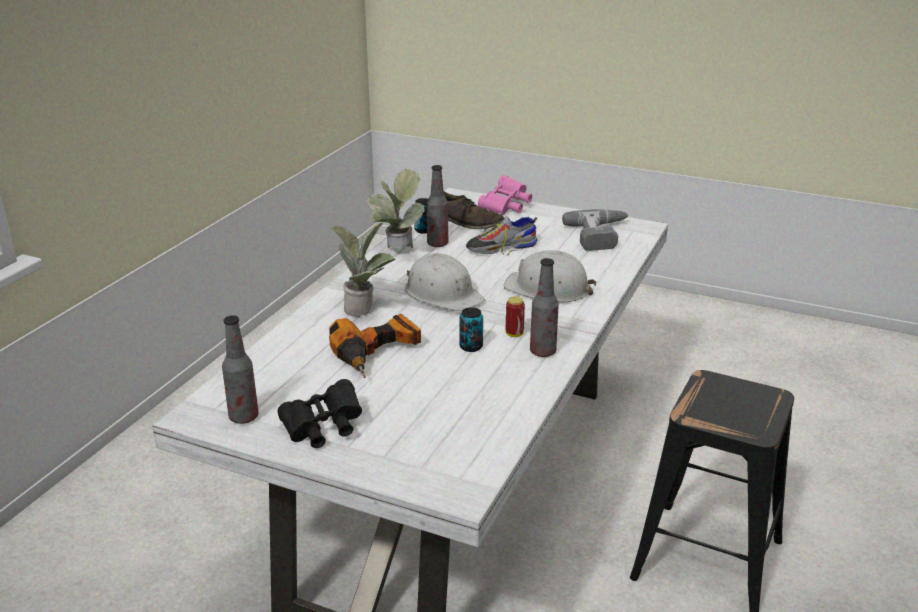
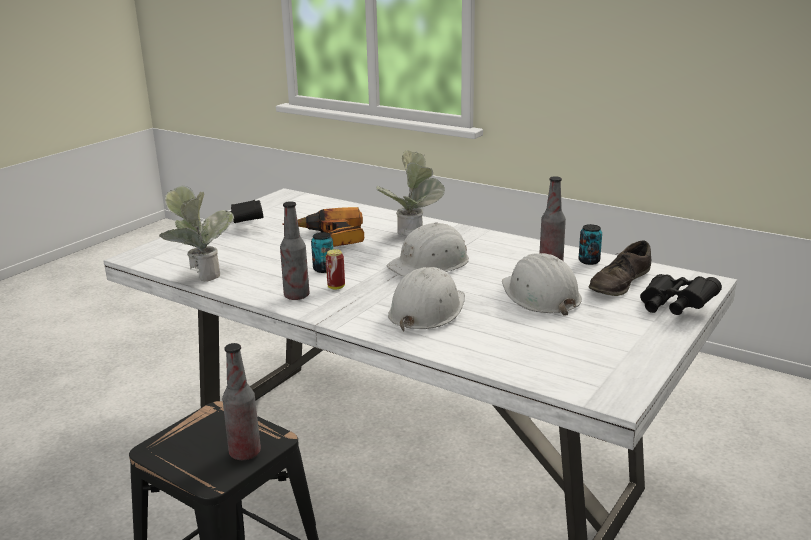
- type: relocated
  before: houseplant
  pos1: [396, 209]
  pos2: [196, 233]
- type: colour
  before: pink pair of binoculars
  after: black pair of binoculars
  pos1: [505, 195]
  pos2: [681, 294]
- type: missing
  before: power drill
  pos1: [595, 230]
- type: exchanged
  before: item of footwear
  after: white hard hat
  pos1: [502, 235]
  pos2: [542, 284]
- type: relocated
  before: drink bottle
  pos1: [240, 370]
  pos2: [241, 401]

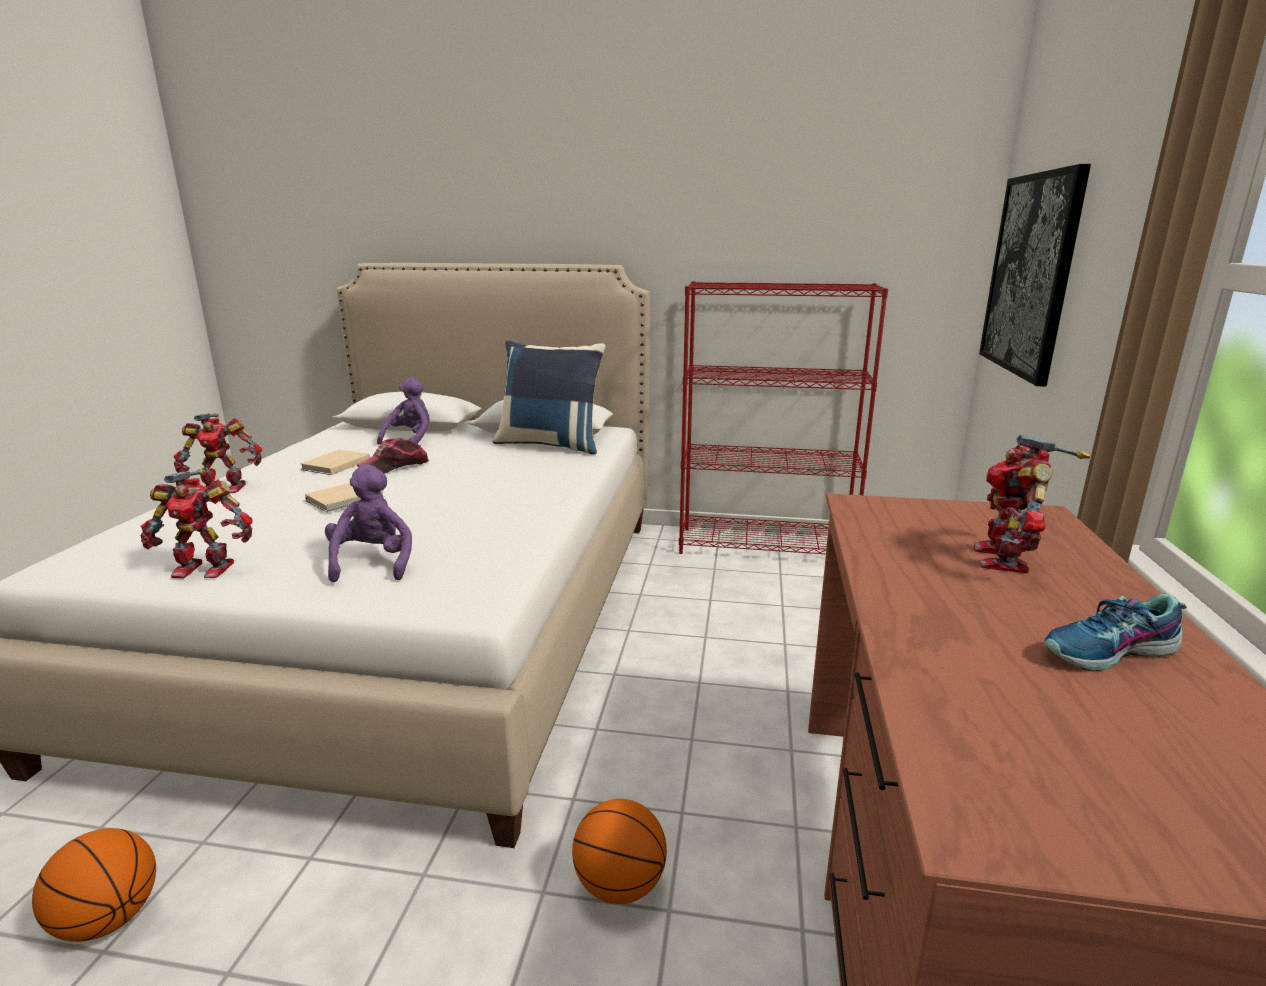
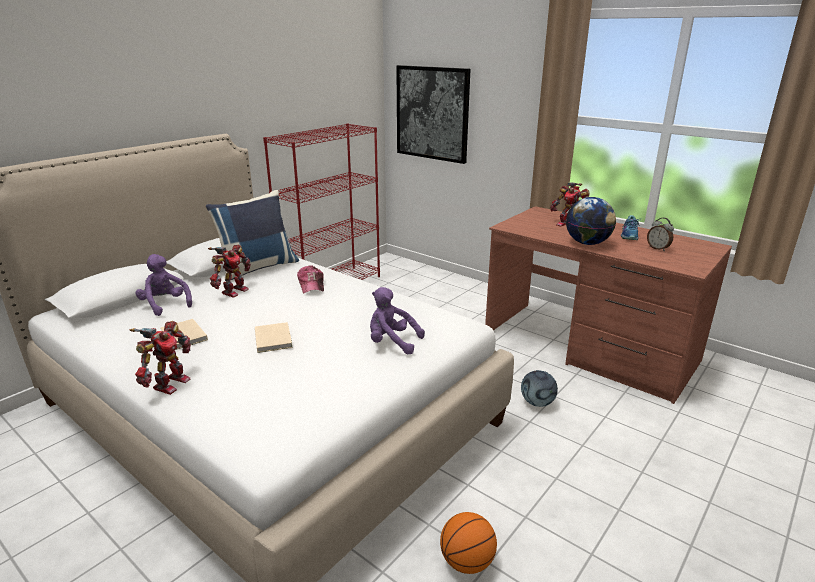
- type: relocated
  before: peaked cap
  pos1: [393, 456]
  pos2: [310, 279]
- type: relocated
  before: robot figure
  pos1: [197, 523]
  pos2: [229, 271]
- type: exchanged
  before: basketball
  after: ball for football
  pos1: [619, 851]
  pos2: [539, 388]
- type: appeared
  after: globe
  pos2: [591, 221]
- type: appeared
  after: bedside clock
  pos2: [660, 234]

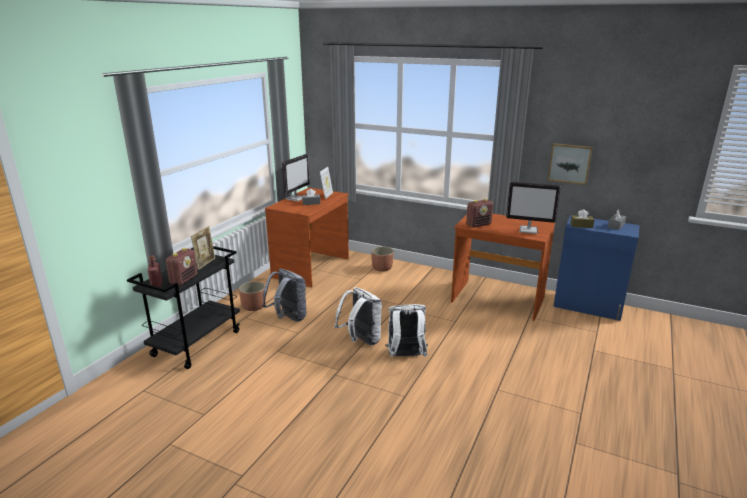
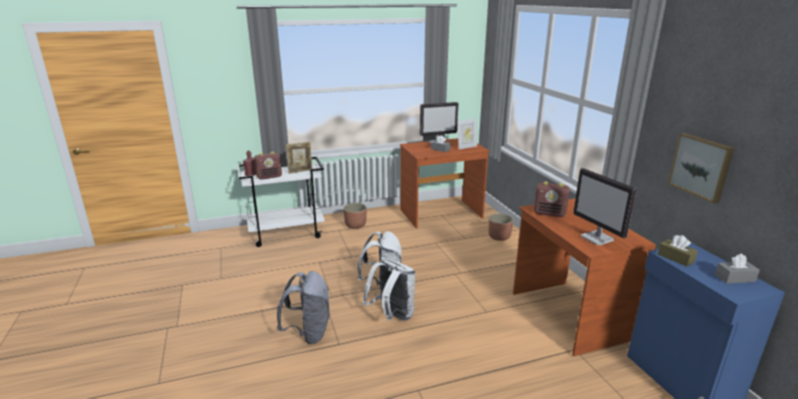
- type: colour
  before: black cart
  after: white cart
  pos1: [183, 307]
  pos2: [281, 202]
- type: relocated
  before: gray rucksack
  pos1: [284, 295]
  pos2: [303, 307]

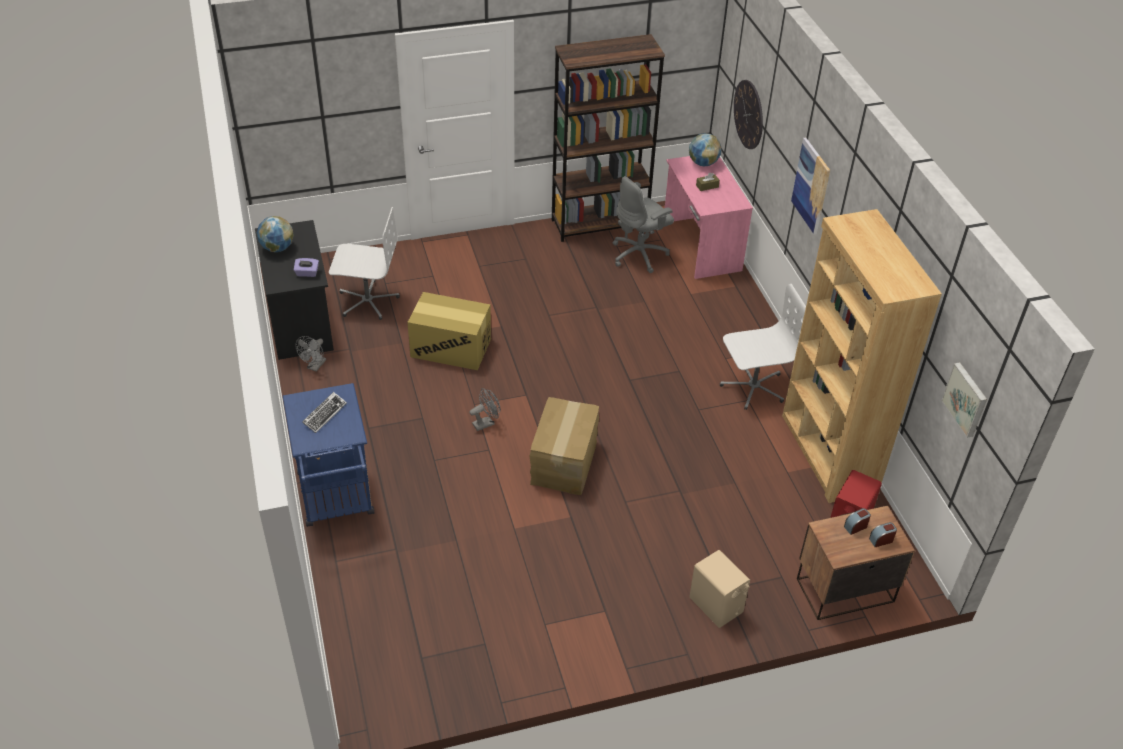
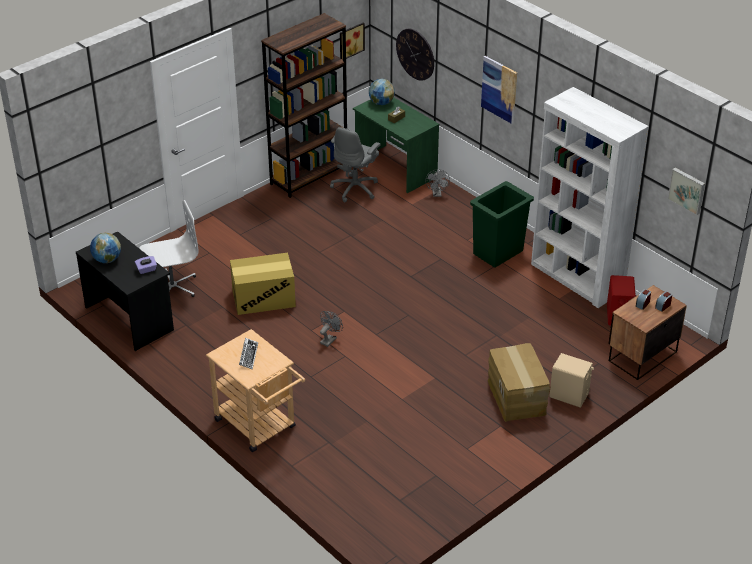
- type: colour
  before: pink desk table
  after: green desk table
  pos1: [709, 217]
  pos2: [396, 145]
- type: colour
  before: brown bookshelf
  after: white bookshelf
  pos1: [862, 356]
  pos2: [590, 197]
- type: exchanged
  before: white desk chair
  after: green waste bin
  pos1: [763, 347]
  pos2: [502, 224]
- type: relocated
  before: gray cooling fan
  pos1: [310, 354]
  pos2: [437, 183]
- type: colour
  before: bluish cart
  after: sand-coloured cart
  pos1: [328, 455]
  pos2: [255, 390]
- type: relocated
  before: packing box
  pos1: [564, 446]
  pos2: [519, 382]
- type: appeared
  after: picture
  pos2: [352, 40]

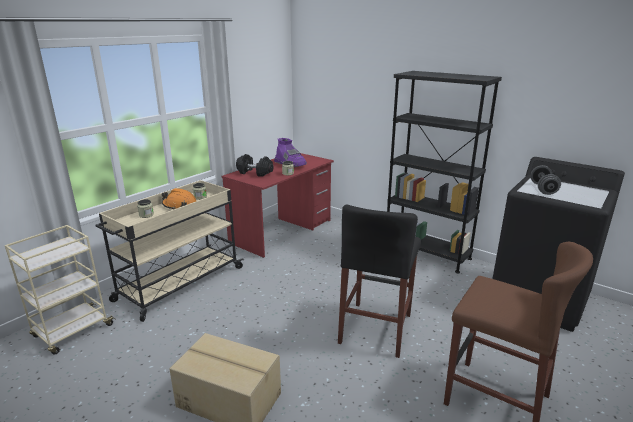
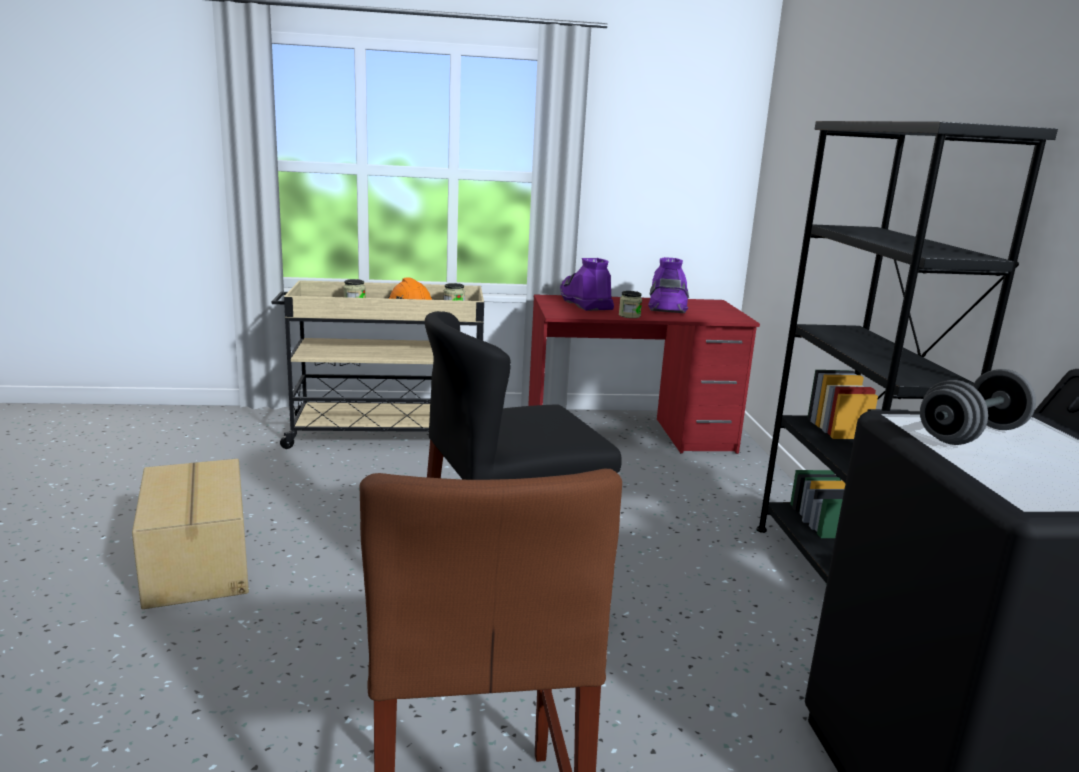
- type: exchanged
  before: black free weight
  after: purplish boot
  pos1: [255, 165]
  pos2: [587, 284]
- type: missing
  before: sand-coloured cart
  pos1: [60, 290]

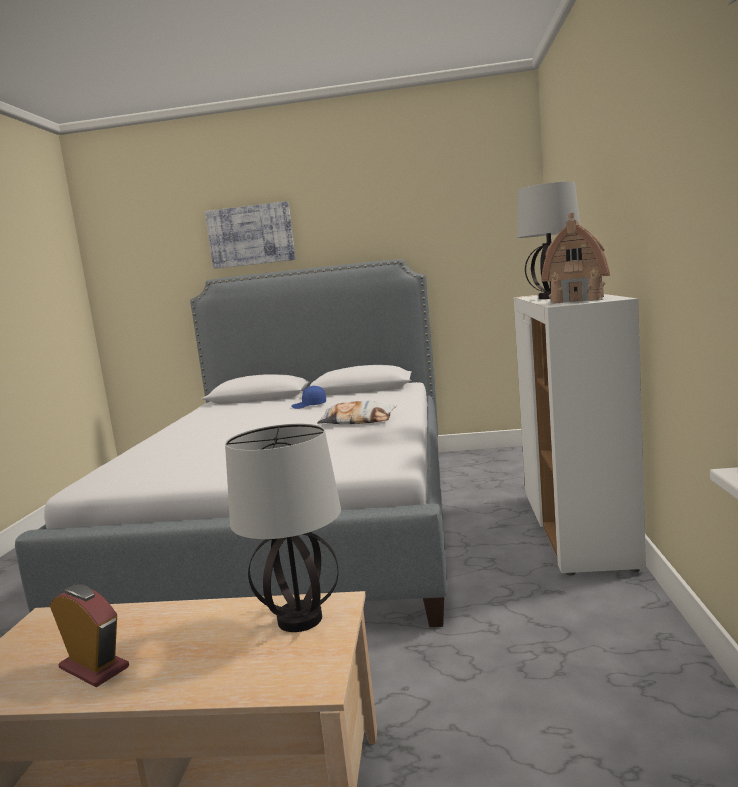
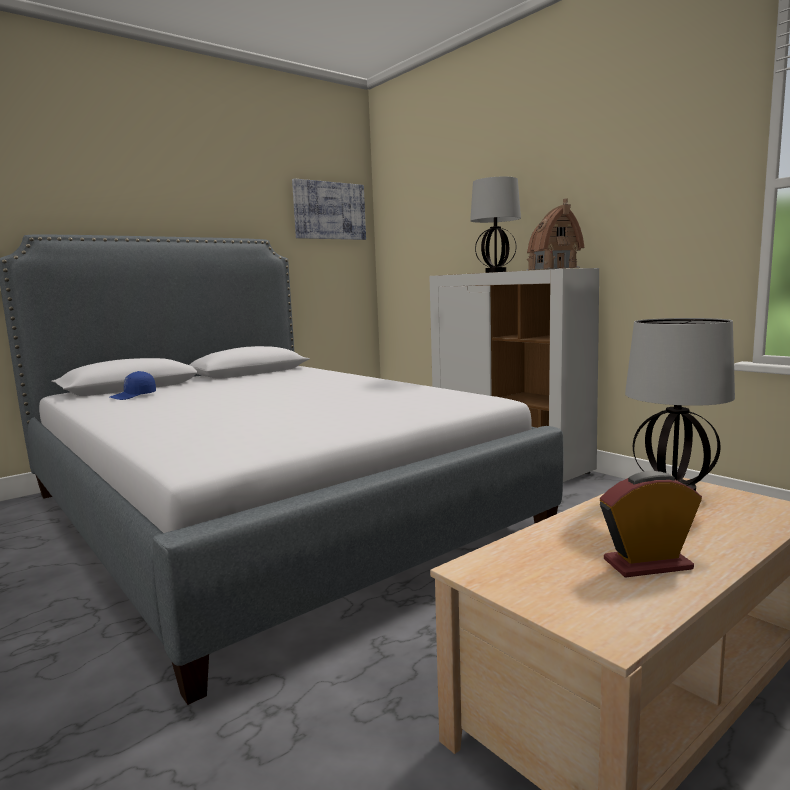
- type: relocated
  before: picture
  pos1: [250, 235]
  pos2: [329, 209]
- type: relocated
  before: bluish peaked cap
  pos1: [309, 397]
  pos2: [133, 385]
- type: missing
  before: pillow
  pos1: [357, 412]

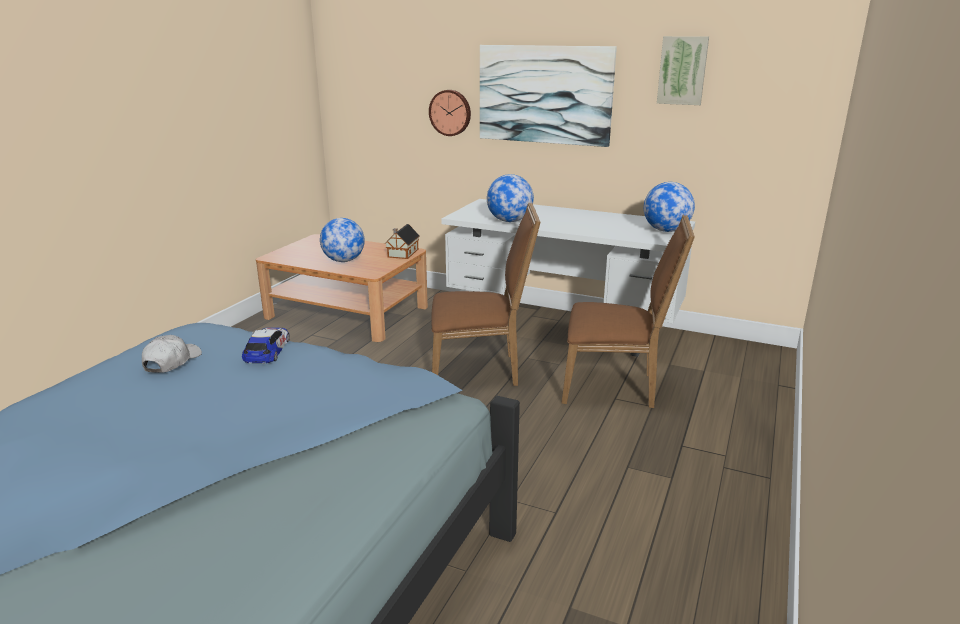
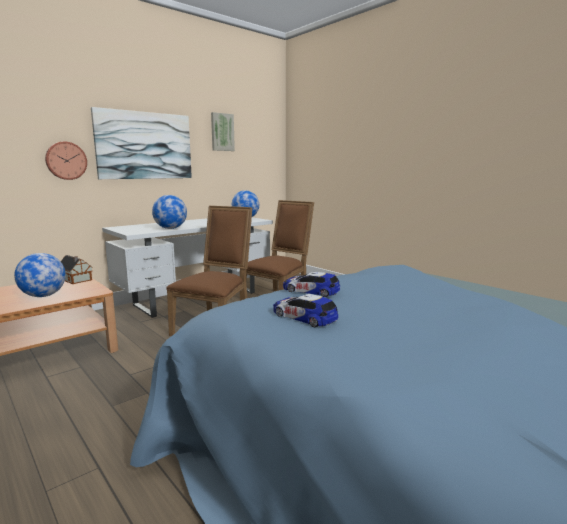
- type: exchanged
  before: white peaked cap
  after: miniature car
  pos1: [172, 354]
  pos2: [305, 310]

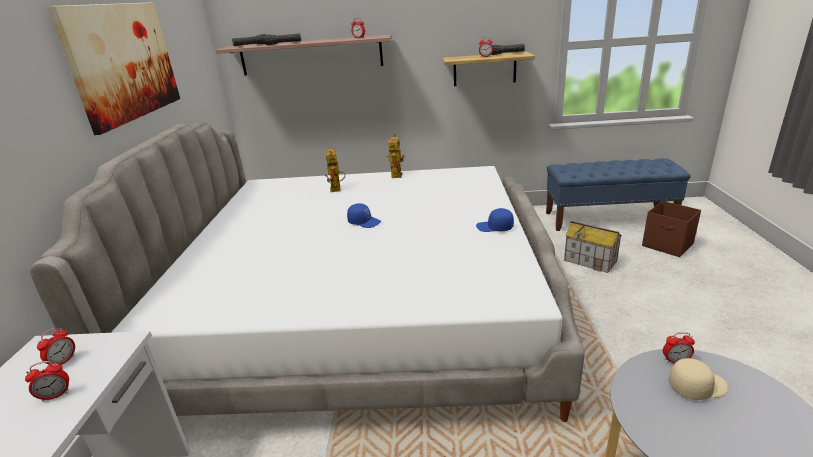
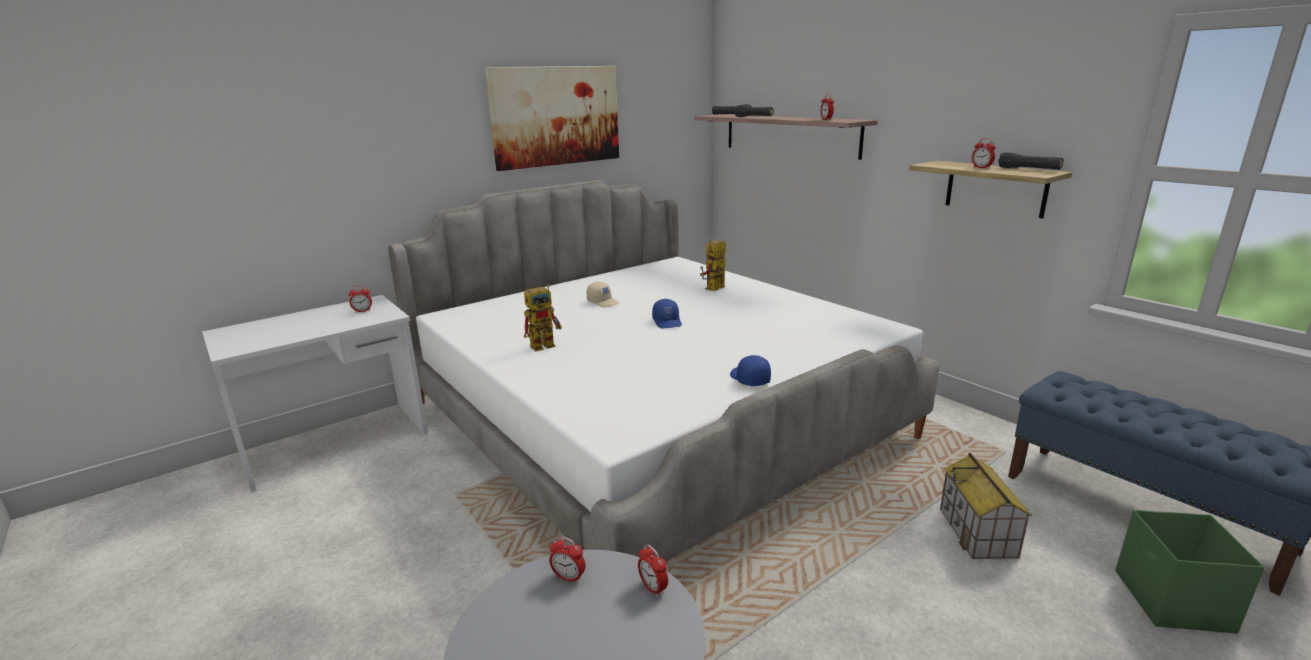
- type: relocated
  before: robot figure
  pos1: [395, 156]
  pos2: [542, 317]
- type: colour
  before: brown storage box
  after: green storage box
  pos1: [671, 229]
  pos2: [1190, 571]
- type: relocated
  before: sand-coloured peaked cap
  pos1: [698, 379]
  pos2: [603, 295]
- type: relocated
  before: bedside clock
  pos1: [47, 381]
  pos2: [567, 560]

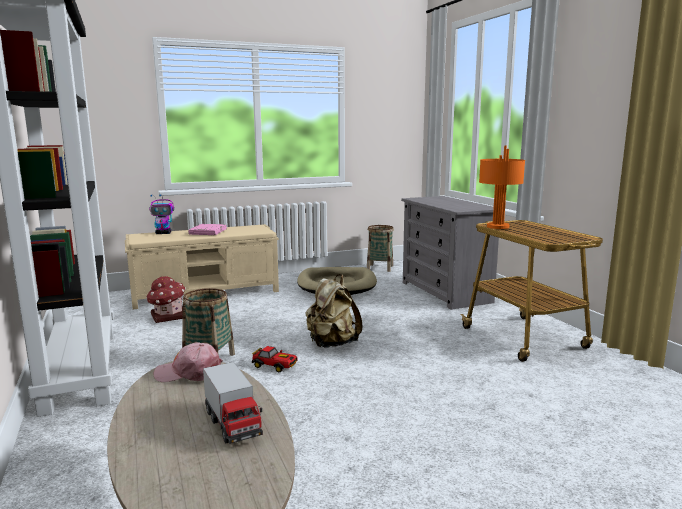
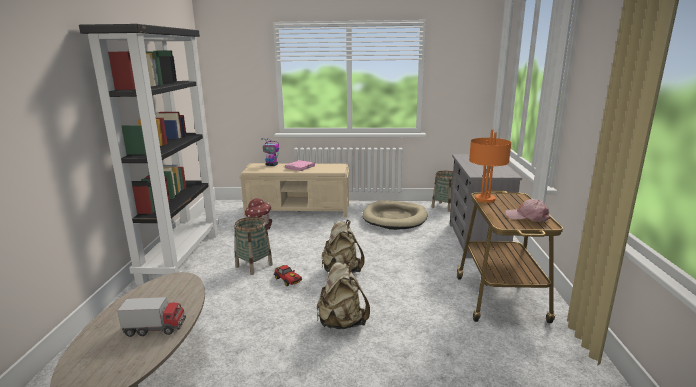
- type: relocated
  before: pink peaked cap
  pos1: [188, 362]
  pos2: [527, 210]
- type: spun
  before: toy lorry
  pos1: [233, 403]
  pos2: [151, 317]
  turn: -90
- type: appeared
  after: sand-coloured rucksack
  pos2: [343, 295]

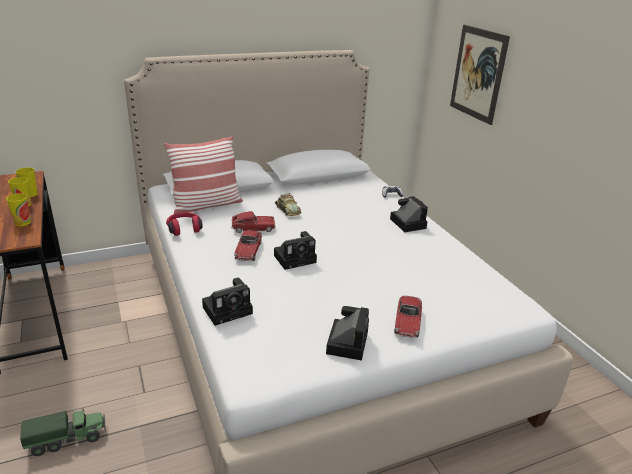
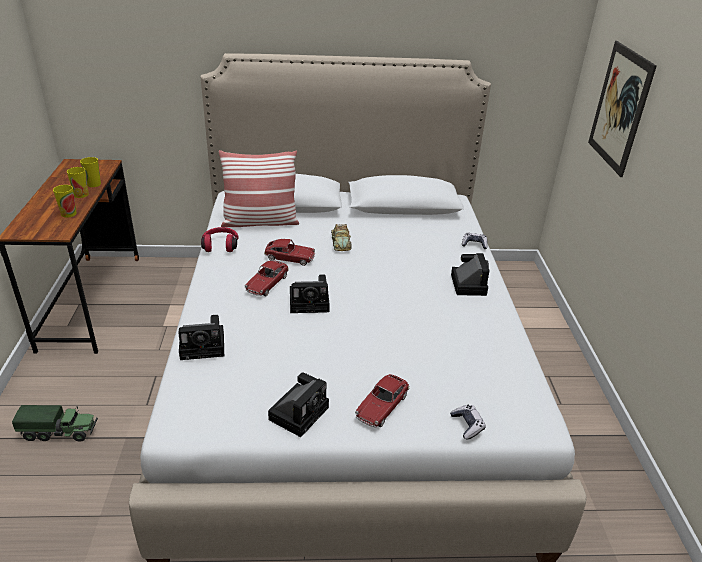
- type: appeared
  after: gamepad
  pos2: [468, 422]

